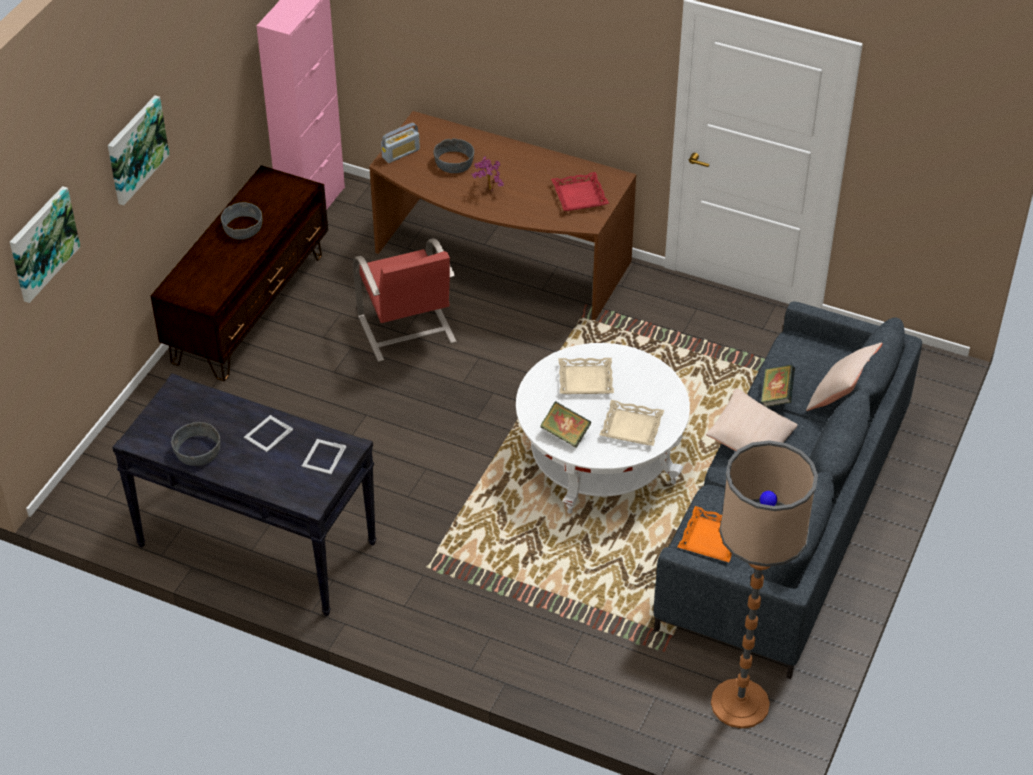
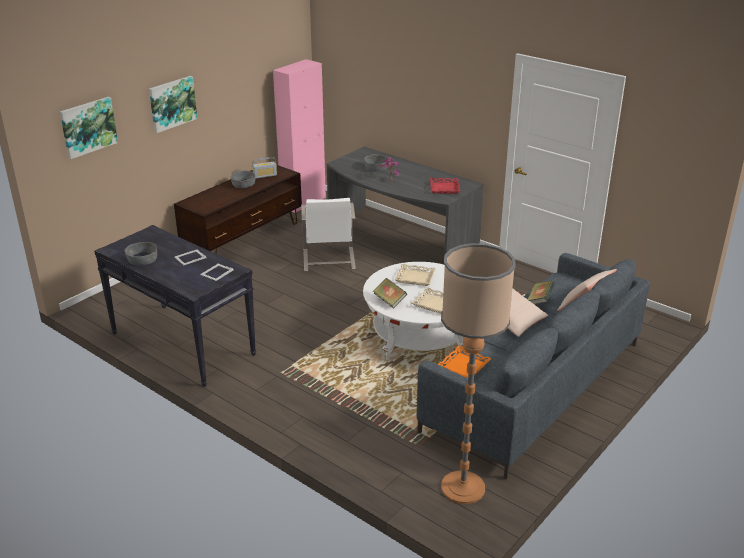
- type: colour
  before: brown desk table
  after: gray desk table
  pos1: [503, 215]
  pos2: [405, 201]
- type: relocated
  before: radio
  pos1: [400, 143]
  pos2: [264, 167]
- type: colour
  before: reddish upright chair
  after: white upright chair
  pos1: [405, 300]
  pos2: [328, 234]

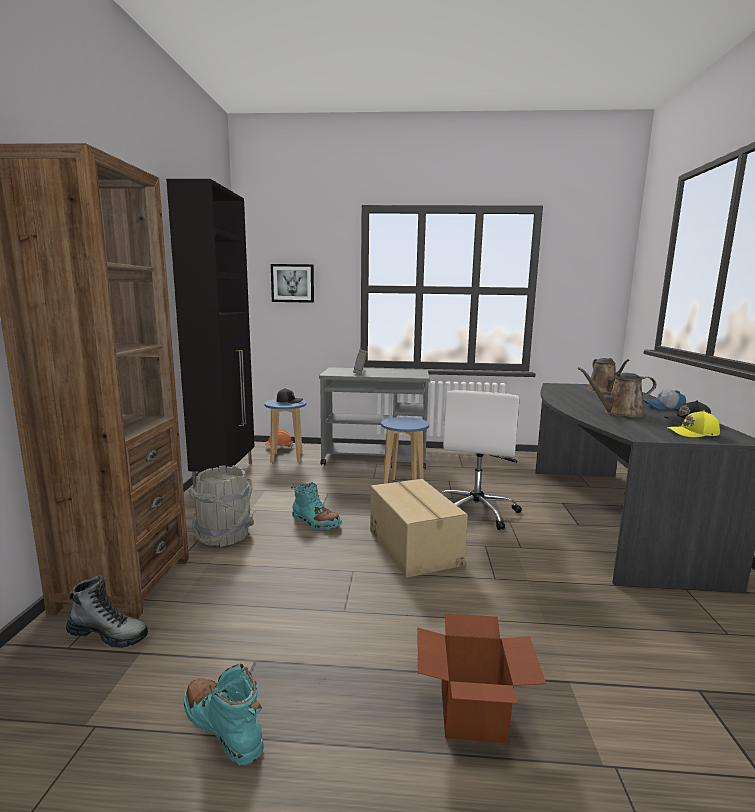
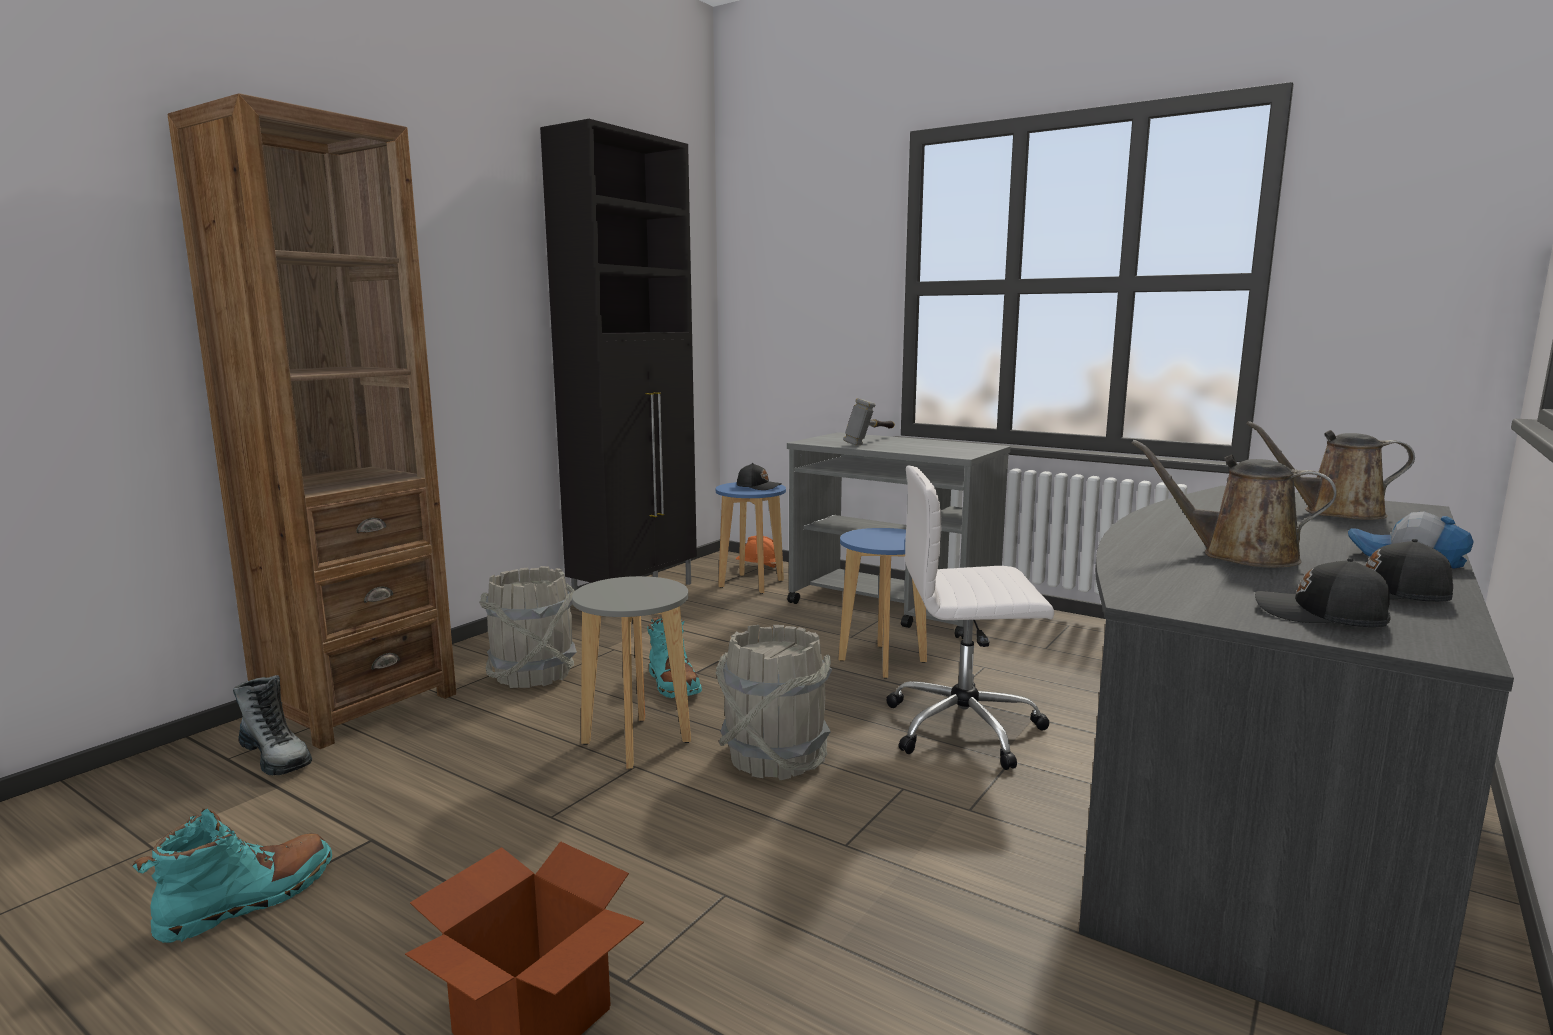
- type: missing
  before: picture
  pos1: [292, 283]
- type: spun
  before: brown sprinkling can
  pos1: [608, 375]
  pos2: [1331, 470]
  turn: 75
- type: spun
  before: white desk chair
  pos1: [481, 460]
  pos2: [970, 617]
  turn: 45
- type: colour
  before: yellowish peaked cap
  after: black peaked cap
  pos1: [693, 423]
  pos2: [1323, 592]
- type: exchanged
  before: packing box
  after: gray water bucket
  pos1: [419, 528]
  pos2: [773, 702]
- type: spun
  before: blue-green boot
  pos1: [223, 714]
  pos2: [232, 876]
  turn: 60
- type: appeared
  after: gray stool seat
  pos2: [631, 672]

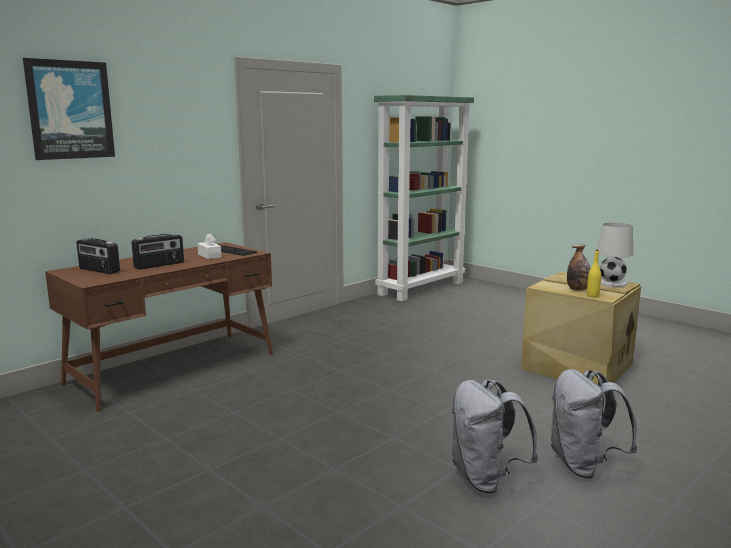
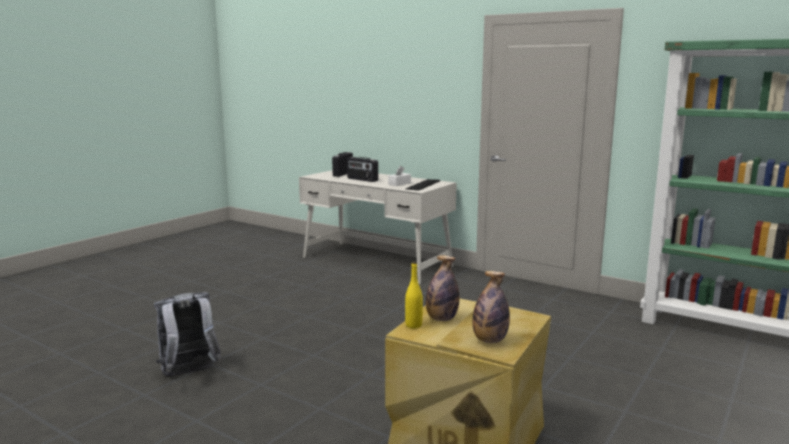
- type: missing
  before: picture
  pos1: [69, 109]
- type: exchanged
  before: white tabletop lamp
  after: drink bottle
  pos1: [615, 255]
  pos2: [491, 307]
- type: colour
  before: brown desk table
  after: white desk table
  pos1: [159, 327]
  pos2: [378, 227]
- type: missing
  before: gray rucksack
  pos1: [594, 424]

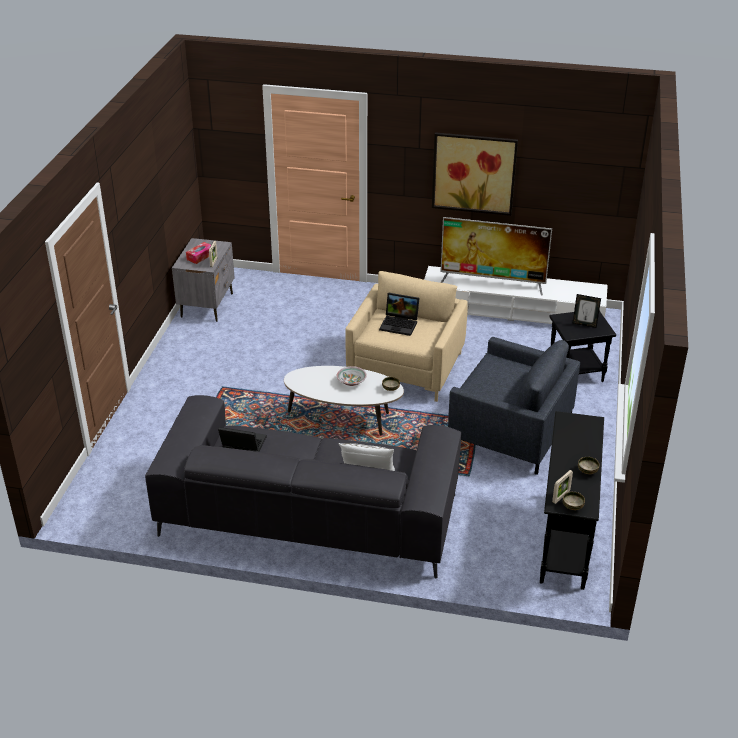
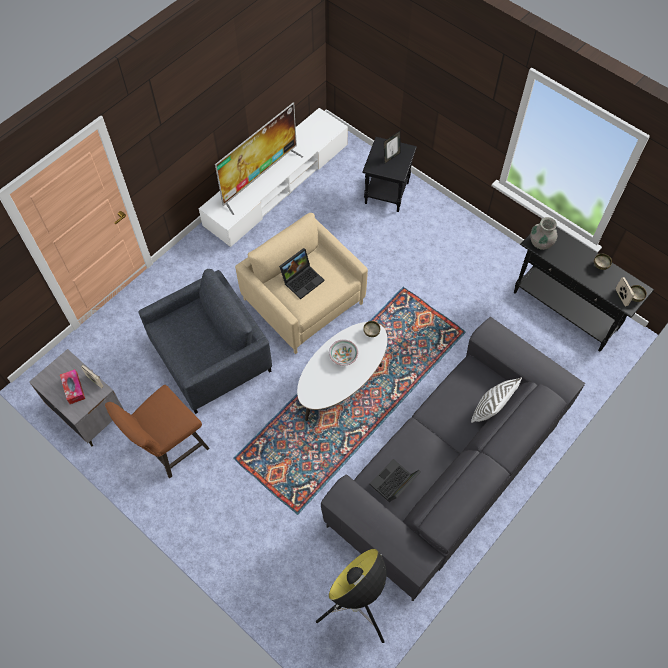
- type: missing
  before: picture
  pos1: [475, 174]
- type: relocated
  before: gray easy chair
  pos1: [514, 406]
  pos2: [205, 341]
- type: appeared
  after: gray decorative vase
  pos2: [543, 233]
- type: appeared
  after: brown stool seat
  pos2: [157, 431]
- type: appeared
  after: floor lamp
  pos2: [351, 596]

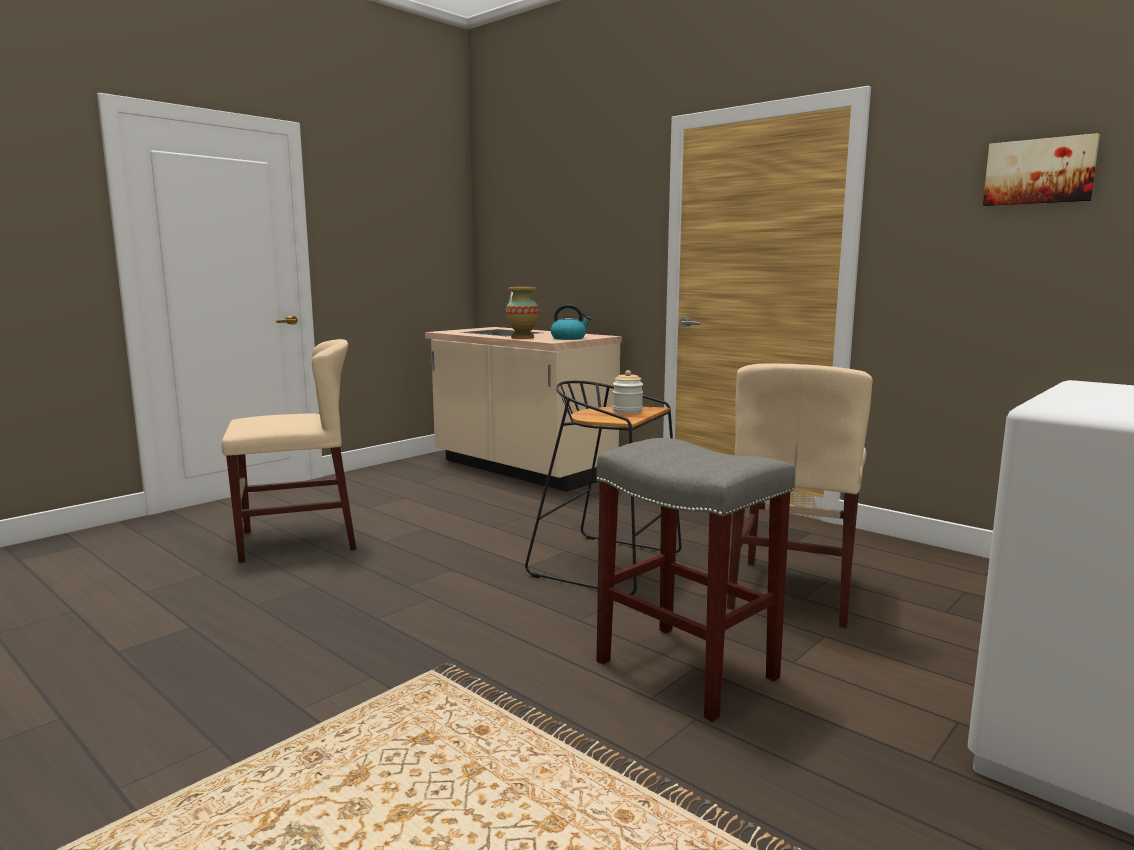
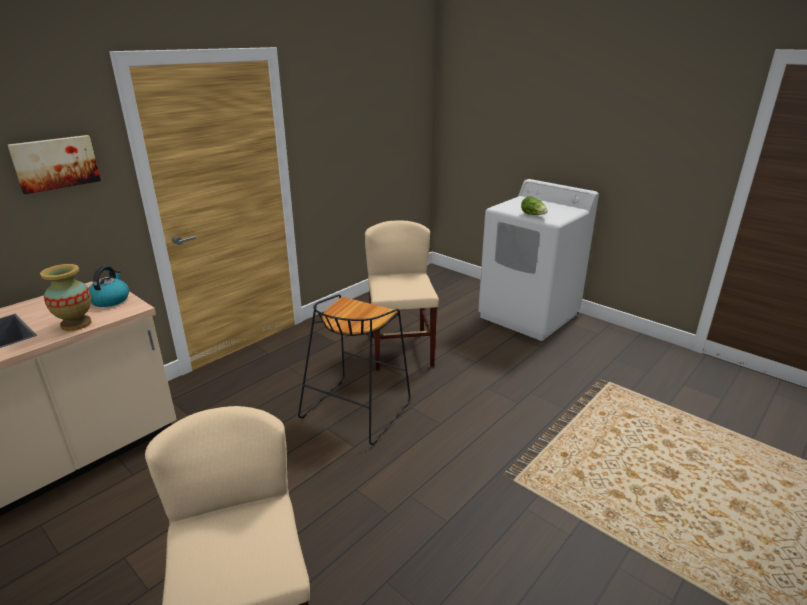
- type: relocated
  before: picture
  pos1: [1041, 169]
  pos2: [54, 164]
- type: spun
  before: sand-coloured upright chair
  pos1: [800, 495]
  pos2: [402, 295]
  turn: -120
- type: missing
  before: storage jar
  pos1: [627, 392]
- type: missing
  before: gray stool seat
  pos1: [695, 580]
- type: appeared
  after: lettuce
  pos2: [534, 205]

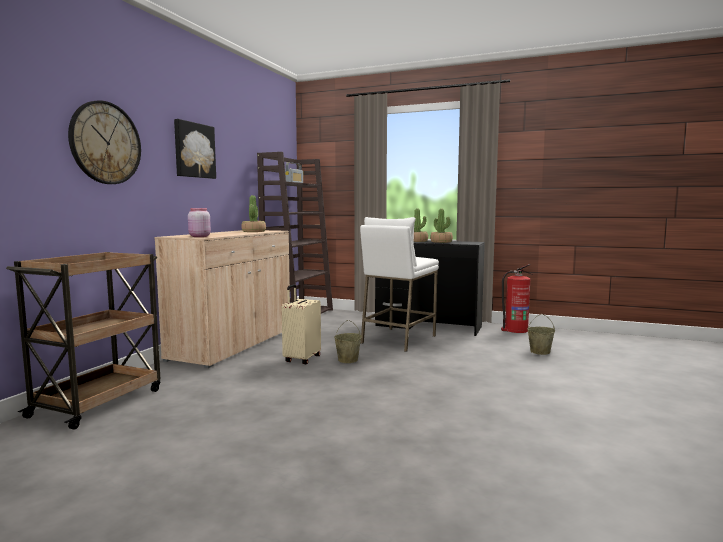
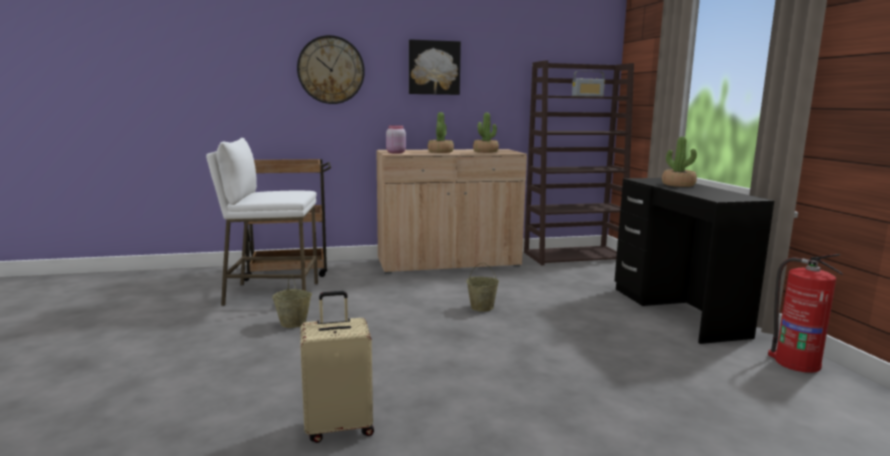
- type: relocated
  before: houseplant
  pos1: [441, 226]
  pos2: [441, 132]
- type: relocated
  before: white stool seat
  pos1: [399, 284]
  pos2: [262, 222]
- type: relocated
  before: sand-coloured suitcase
  pos1: [301, 324]
  pos2: [337, 367]
- type: relocated
  before: sand-coloured water bucket
  pos1: [541, 334]
  pos2: [292, 301]

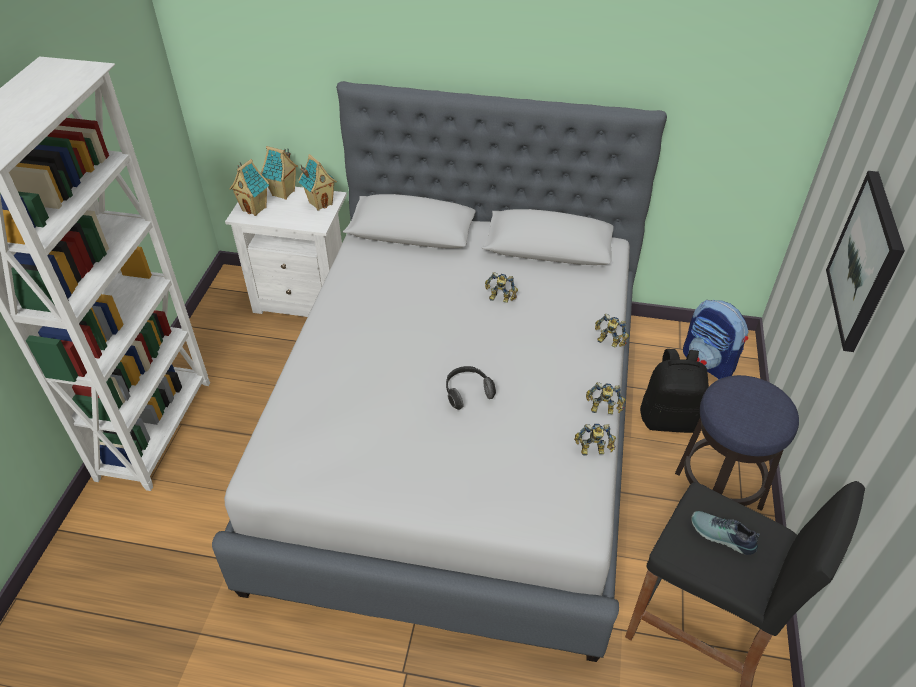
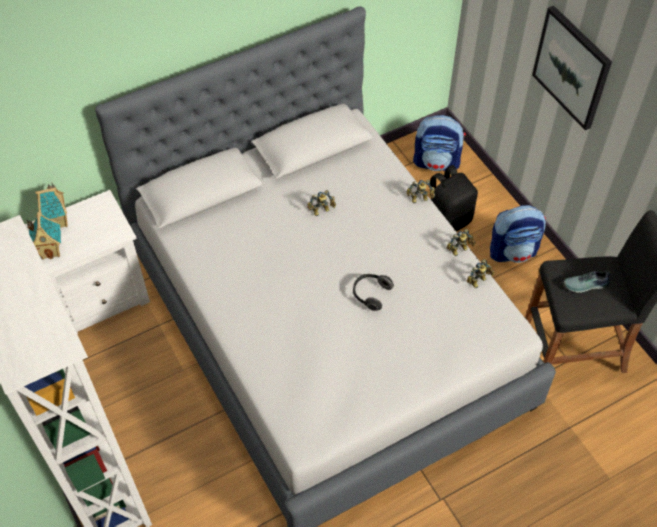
- type: missing
  before: model house
  pos1: [317, 182]
- type: exchanged
  before: stool seat
  after: rucksack
  pos1: [737, 443]
  pos2: [518, 234]

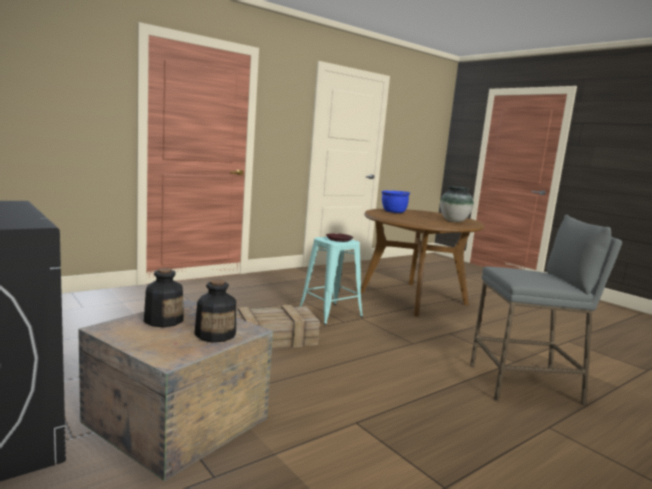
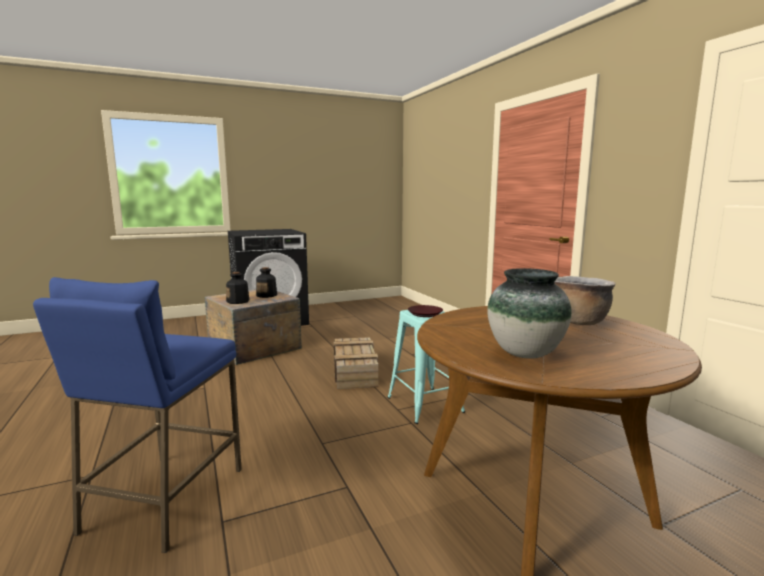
- type: colour
  before: bluish saucepot
  after: brown saucepot
  pos1: [395, 201]
  pos2: [585, 300]
- type: colour
  before: gray stool seat
  after: bluish stool seat
  pos1: [546, 310]
  pos2: [137, 415]

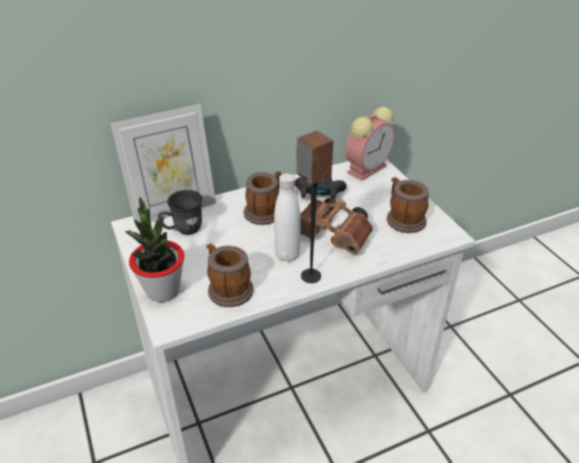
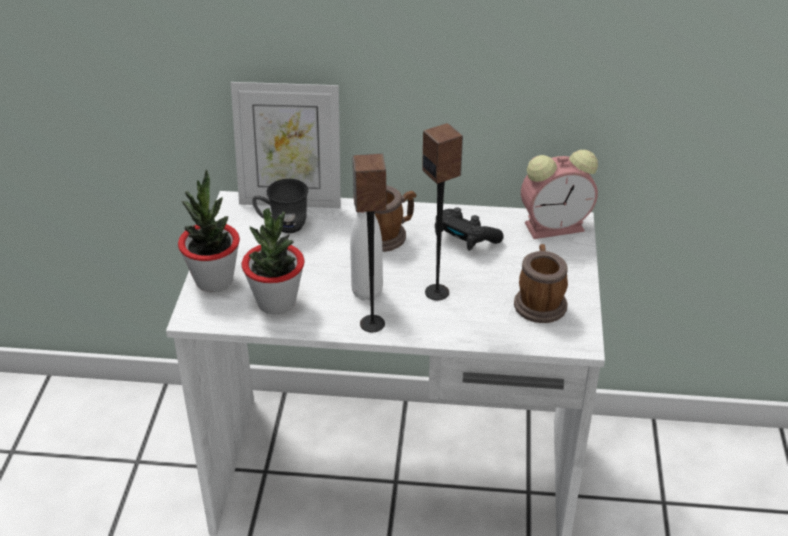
- type: exchanged
  before: brown pair of binoculars
  after: loudspeaker
  pos1: [336, 226]
  pos2: [442, 211]
- type: exchanged
  before: coffee mug
  after: houseplant
  pos1: [230, 275]
  pos2: [273, 261]

